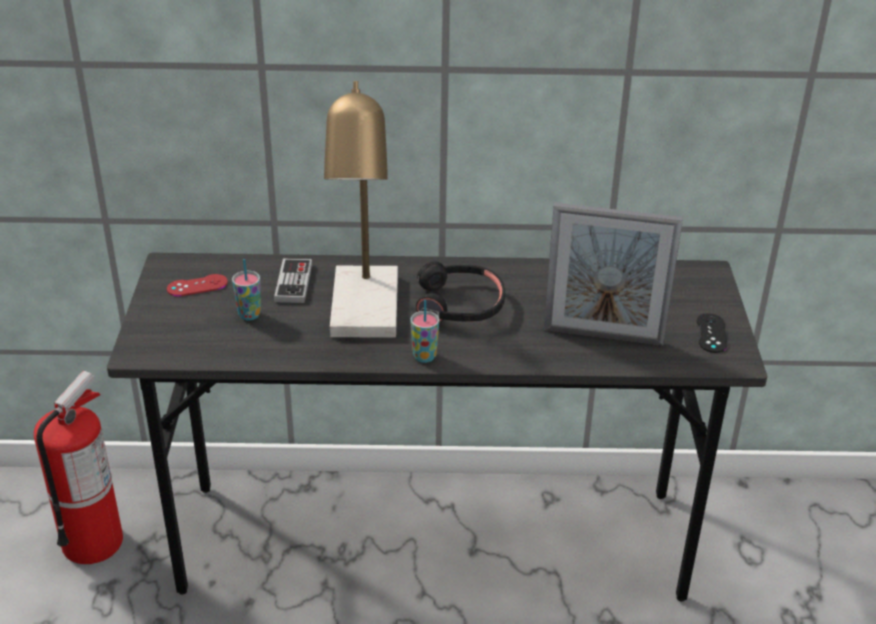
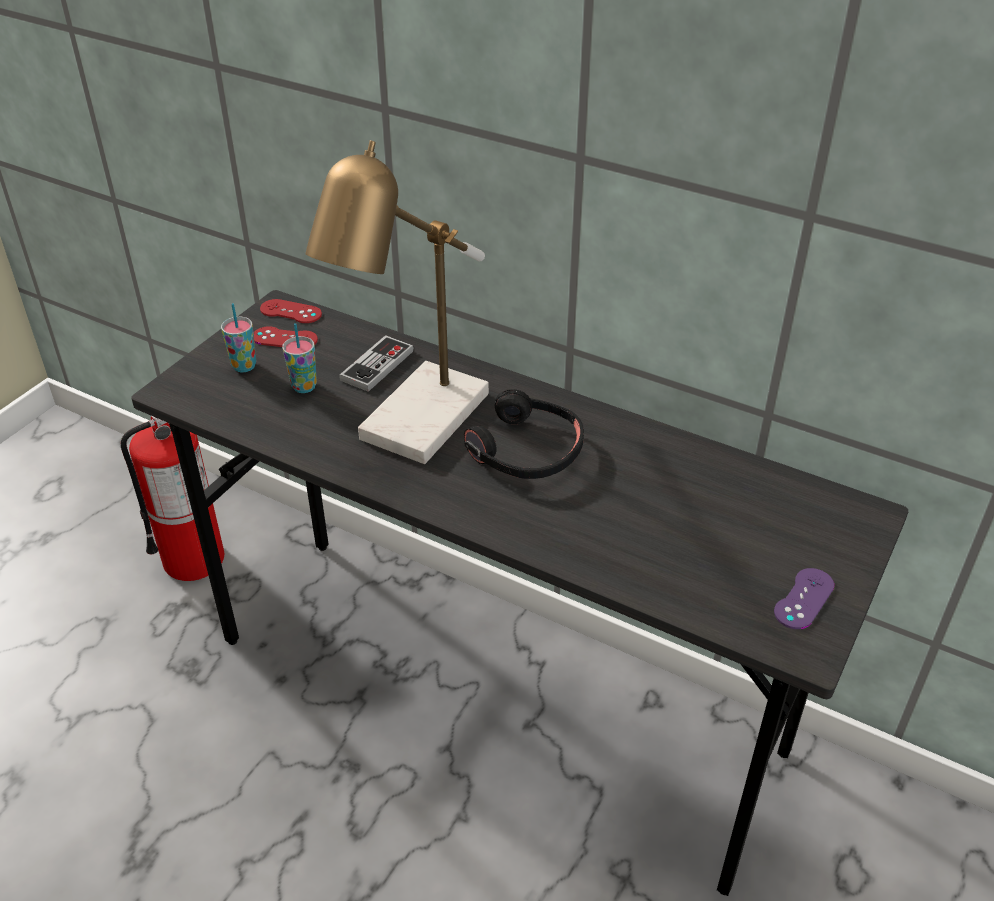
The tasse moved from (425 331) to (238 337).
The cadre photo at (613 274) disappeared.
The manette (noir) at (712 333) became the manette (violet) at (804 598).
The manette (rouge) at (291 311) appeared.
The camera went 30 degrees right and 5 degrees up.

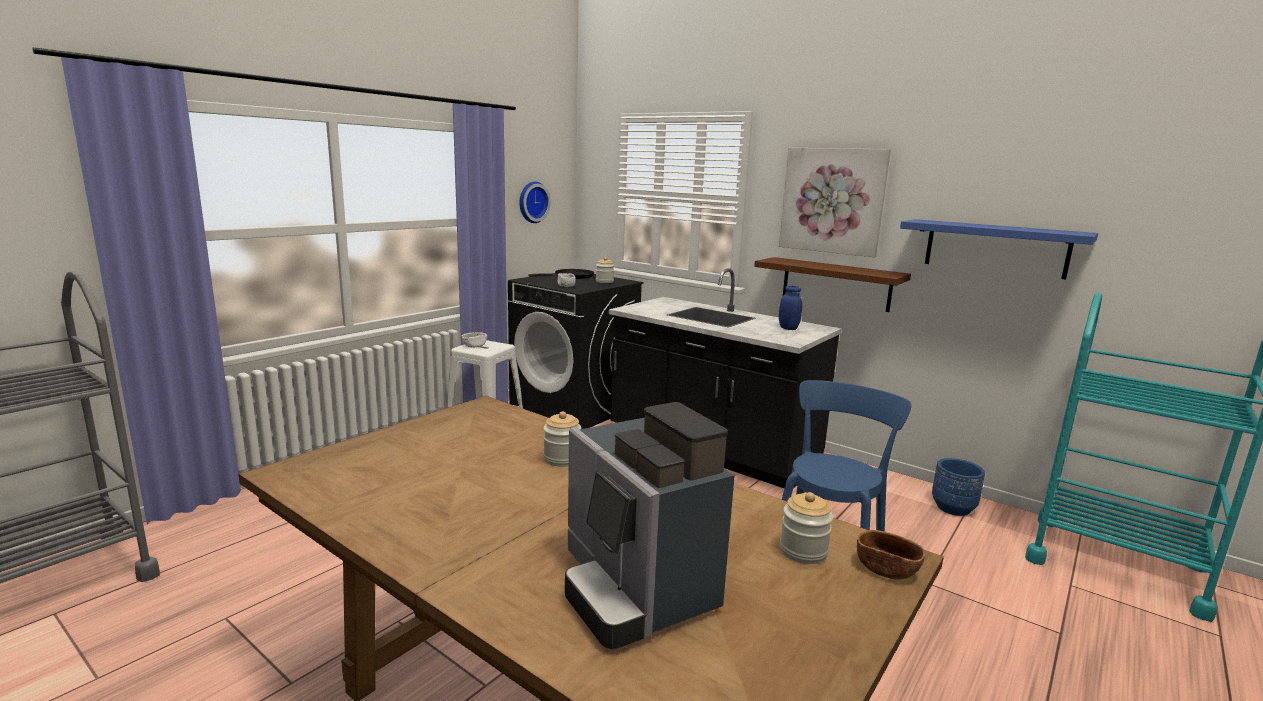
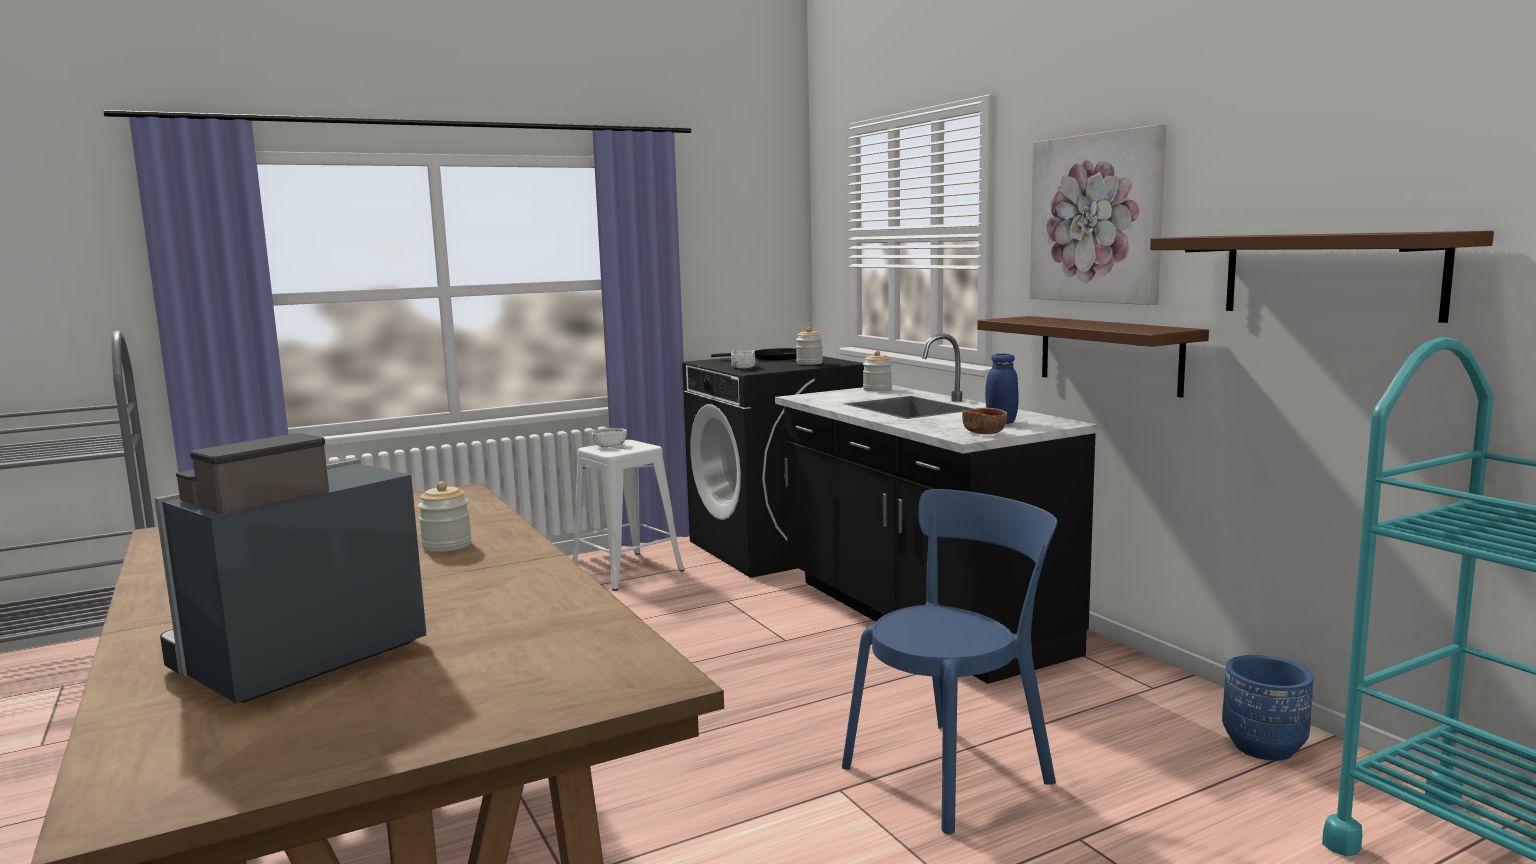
The horloge murale at (535 202) disappeared.
The machine à café at (650 525) turned 45 degrees clockwise.
The bocal moved from (806 528) to (877 371).
The bol (marron) moved from (891 555) to (985 421).
The étagère (bleu) at (999 249) became the étagère (marron) at (1322 277).
The camera went 25 degrees right and 5 degrees down.

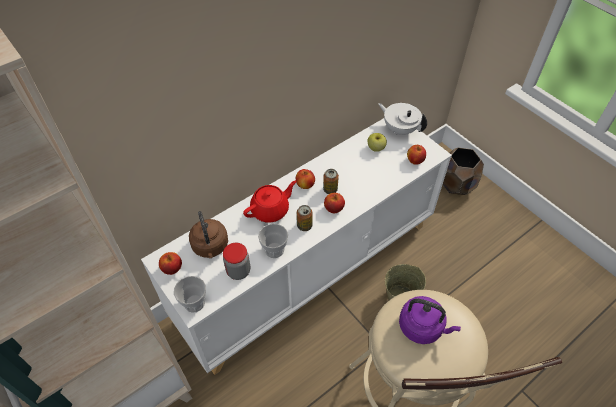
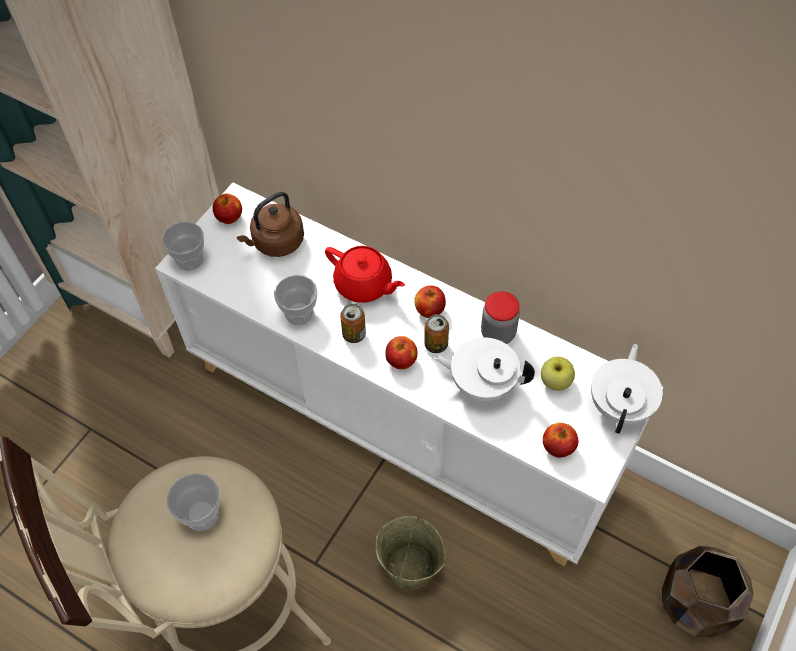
The bocal moved from (236 261) to (500 318).
The bouilloire (violet) at (430 320) was replaced by the tasse at (193 502).
The théière (blanc) at (483 369) appeared.
The camera went 70 degrees right and 5 degrees up.

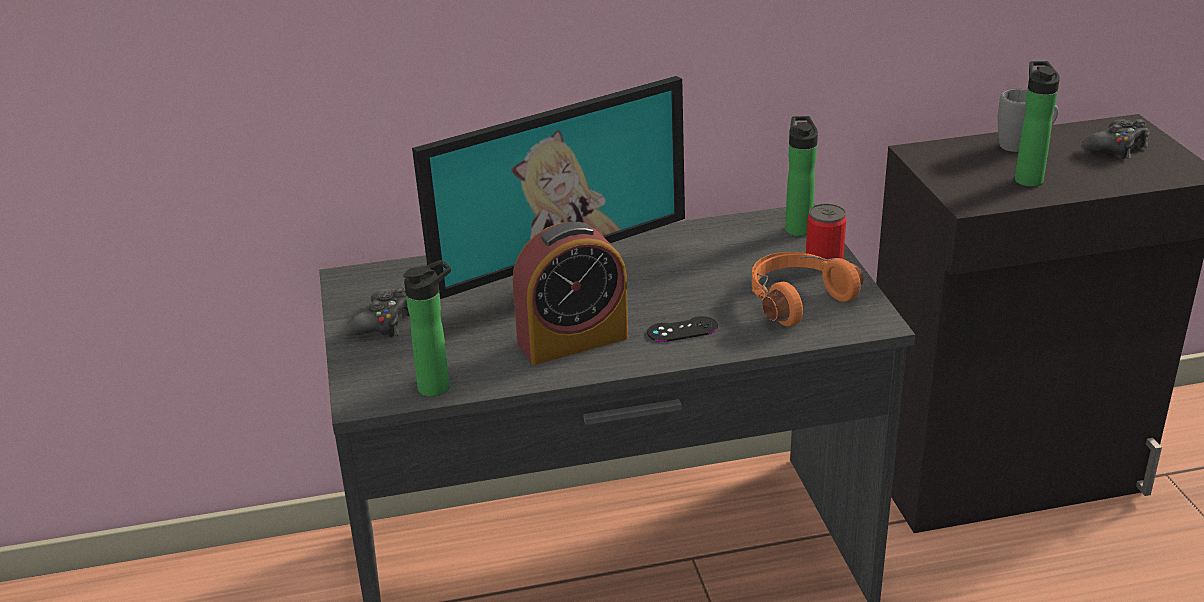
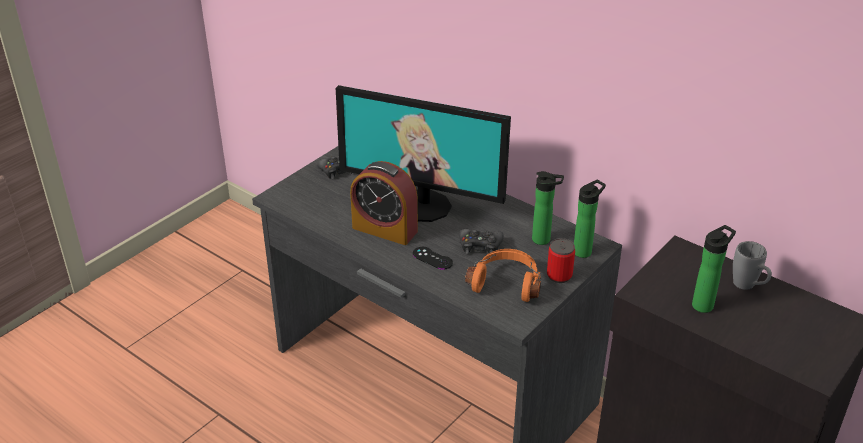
The bouteille moved from (427 328) to (548 208).
The manette (noir) moved from (1115 139) to (481 241).
The camera went 50 degrees right and 5 degrees up.

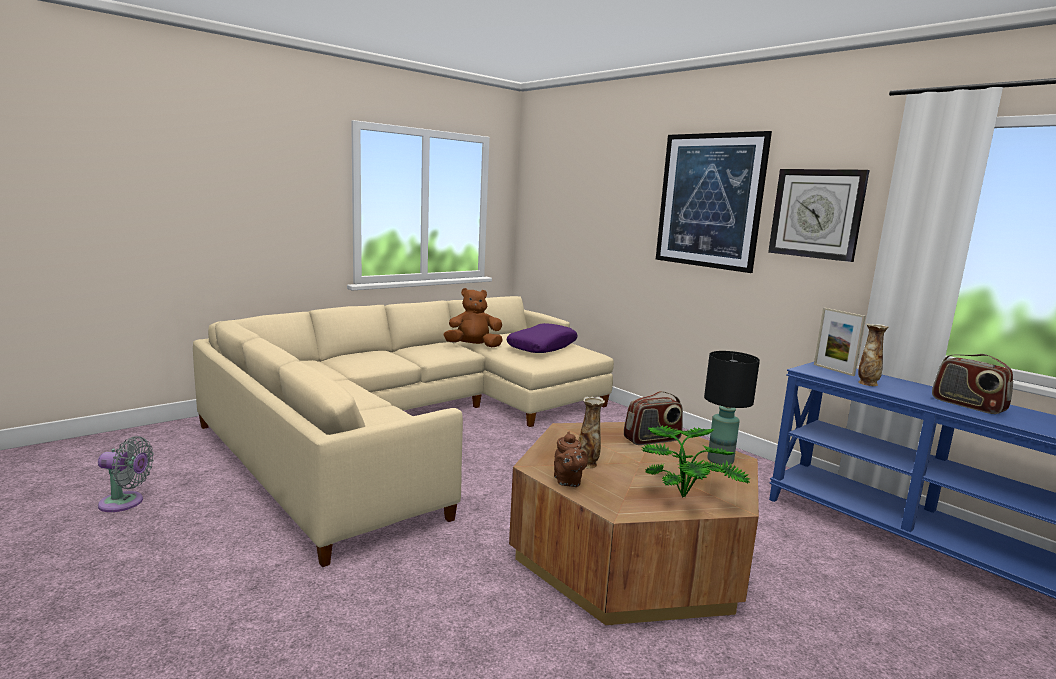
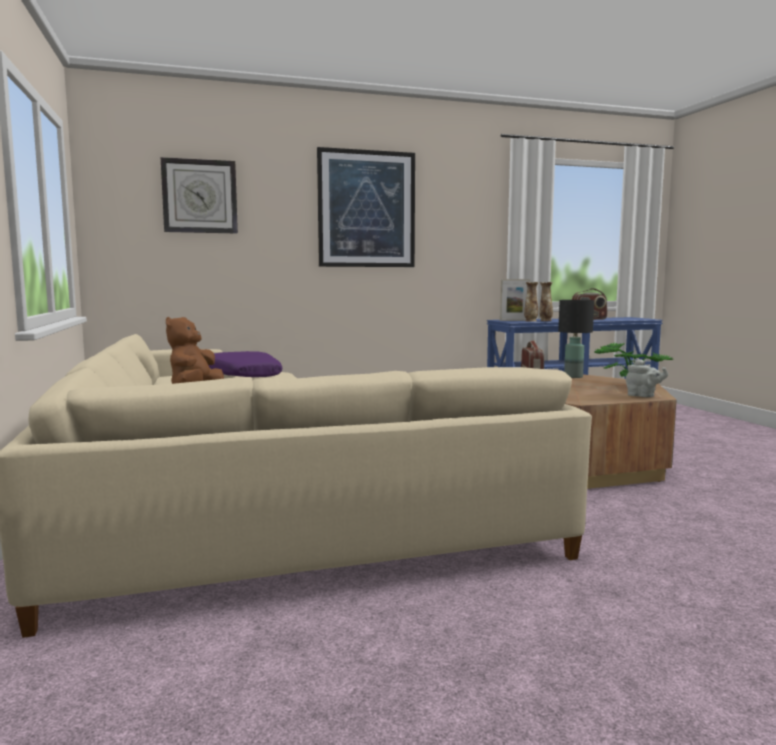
The ventilateur (gris) at (126 474) disappeared.
The théière (marron) at (571 459) disappeared.
The vase moved from (592 432) to (531 302).
The horloge murale moved from (819 215) to (199 195).
The théière (gris) at (647 378) appeared.
The camera went 65 degrees left and 5 degrees down.

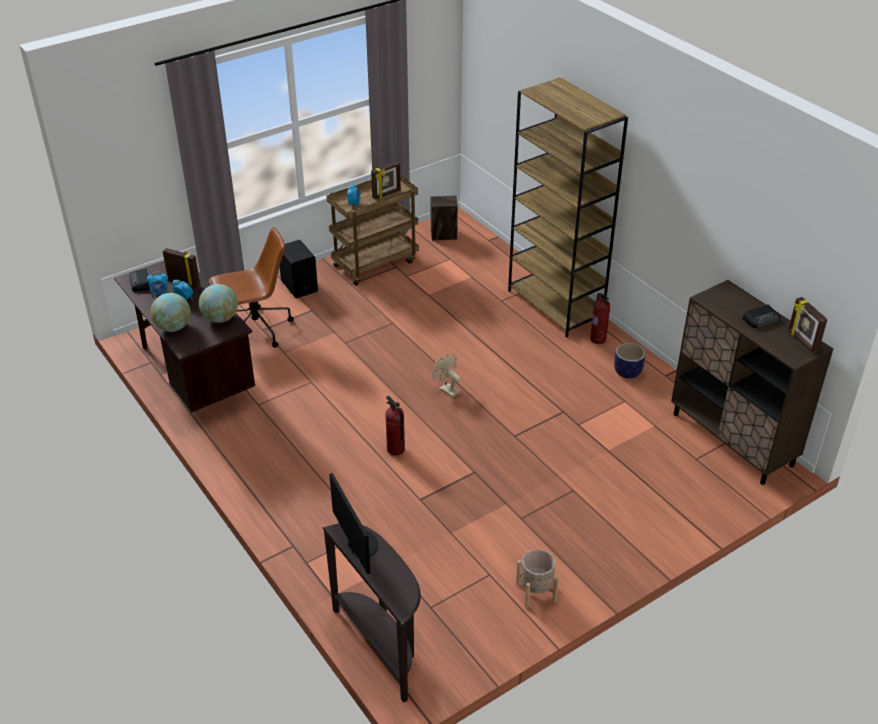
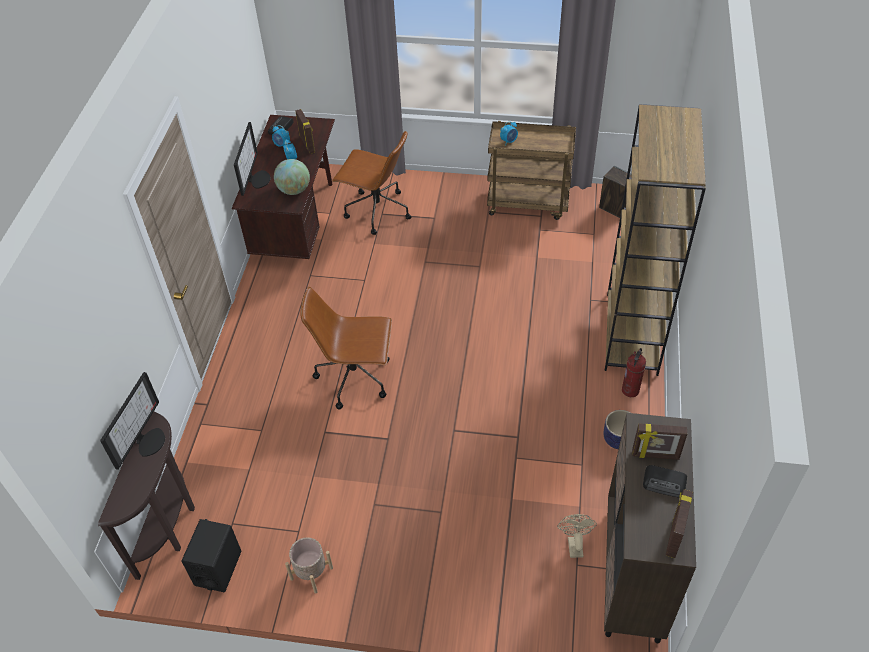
The globe at (171 312) was replaced by the écran d'ordinateur at (252 159).
The enceinte (noir) moved from (299 269) to (211 555).
The cadre photo moved from (386 180) to (659 441).
The extincteur at (395 425) was replaced by the chaise de bureau (marron) at (346 348).
The ventilateur (beige) moved from (446 375) to (577 536).
The camera went 45 degrees right and 10 degrees up.

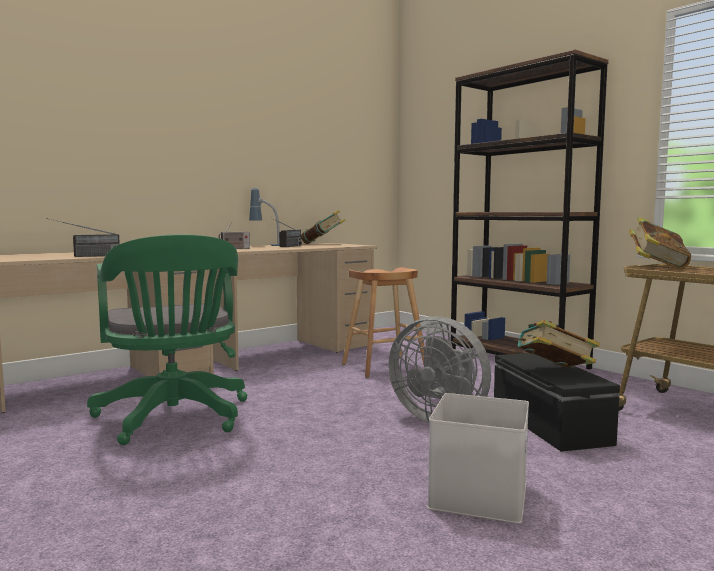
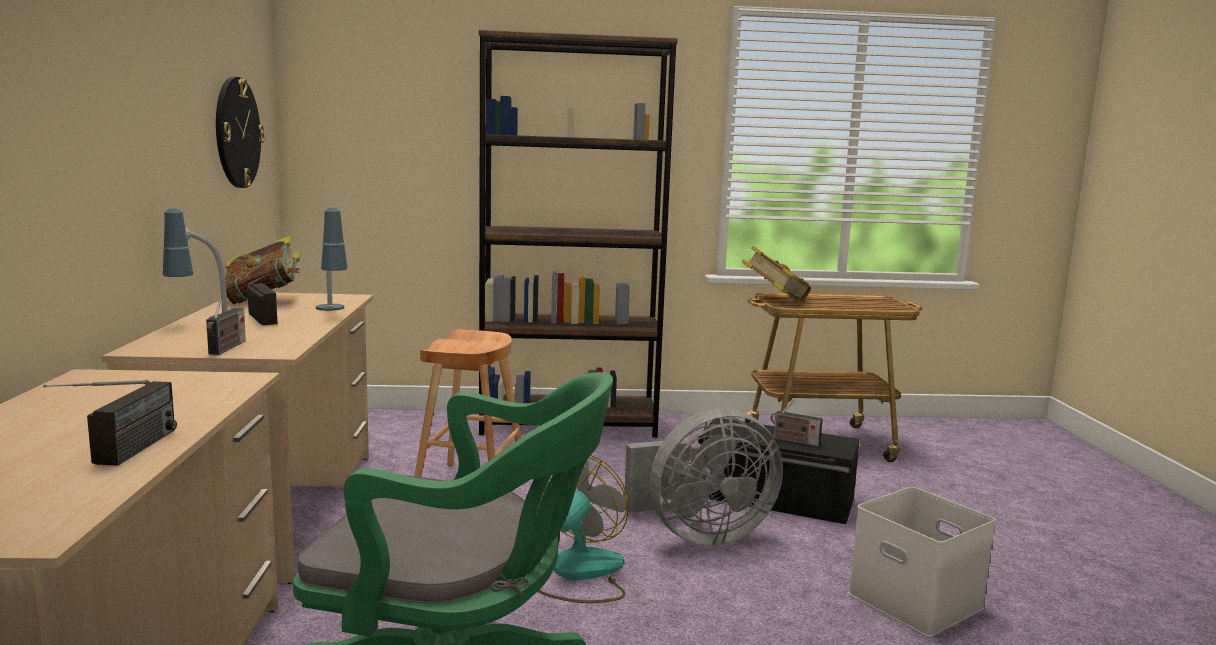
The livre at (557 343) was replaced by the radio at (797 423).
The horloge murale at (240 132) appeared.
The lampe de table at (331 259) appeared.
The ventilateur at (582 529) appeared.
The camera went 55 degrees left and 5 degrees up.

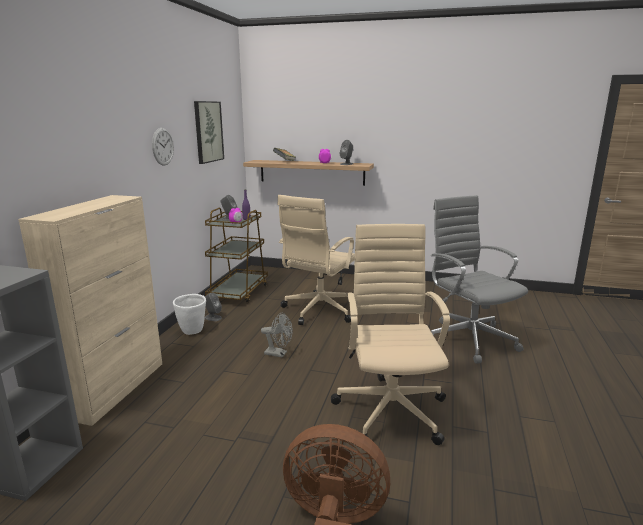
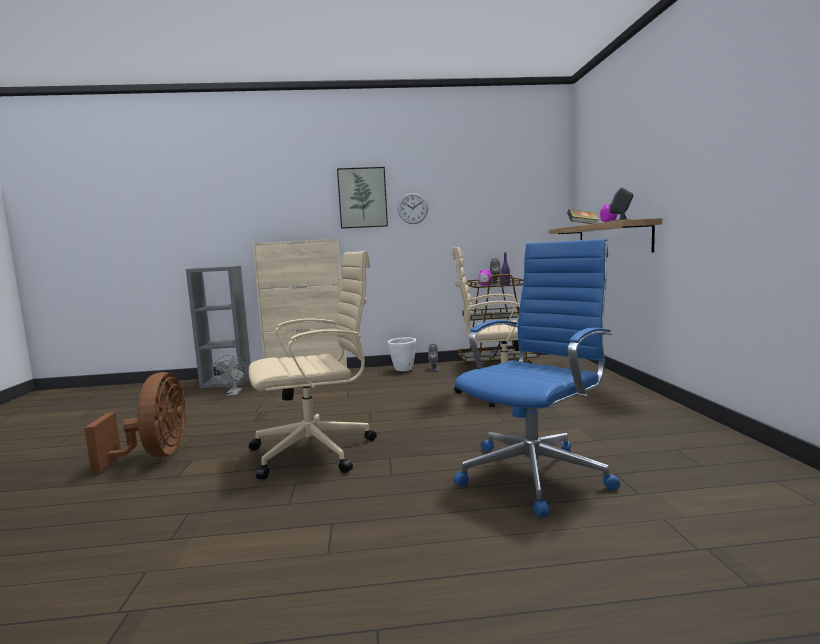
The tableau moved from (209 132) to (362 198).
The ventilateur (gris) moved from (277 335) to (229 375).
The chaise de bureau (gris) at (479 279) became the chaise de bureau (bleu) at (536 378).
The camera went 70 degrees right and 10 degrees down.

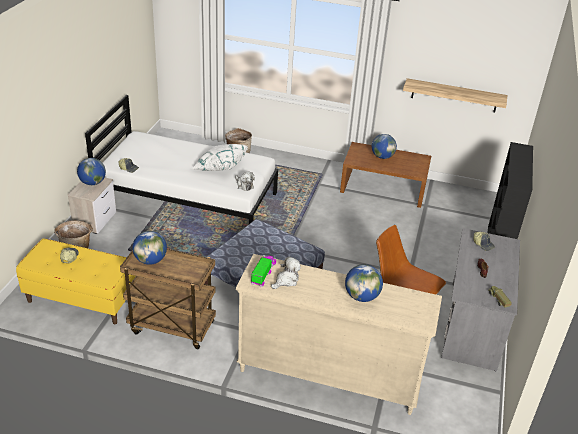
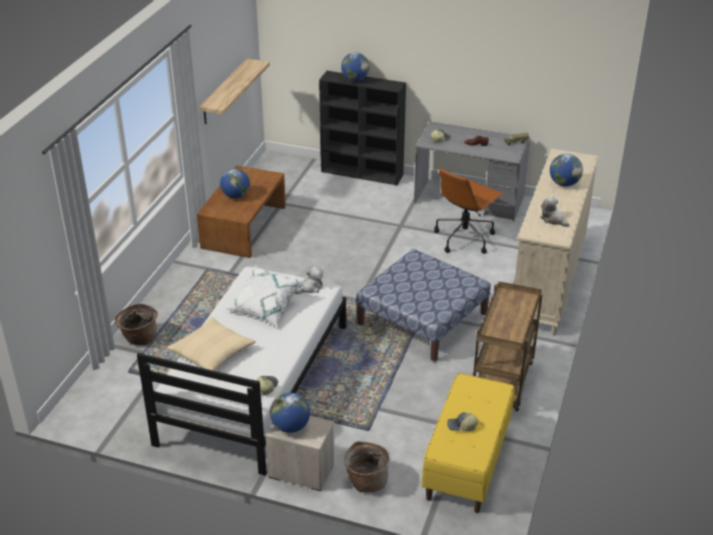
The globe moved from (149 248) to (355 67).
The camion jouet at (263 271) disappeared.
The coussin (beige) at (211 344) appeared.
The camera went 85 degrees left and 0 degrees up.

